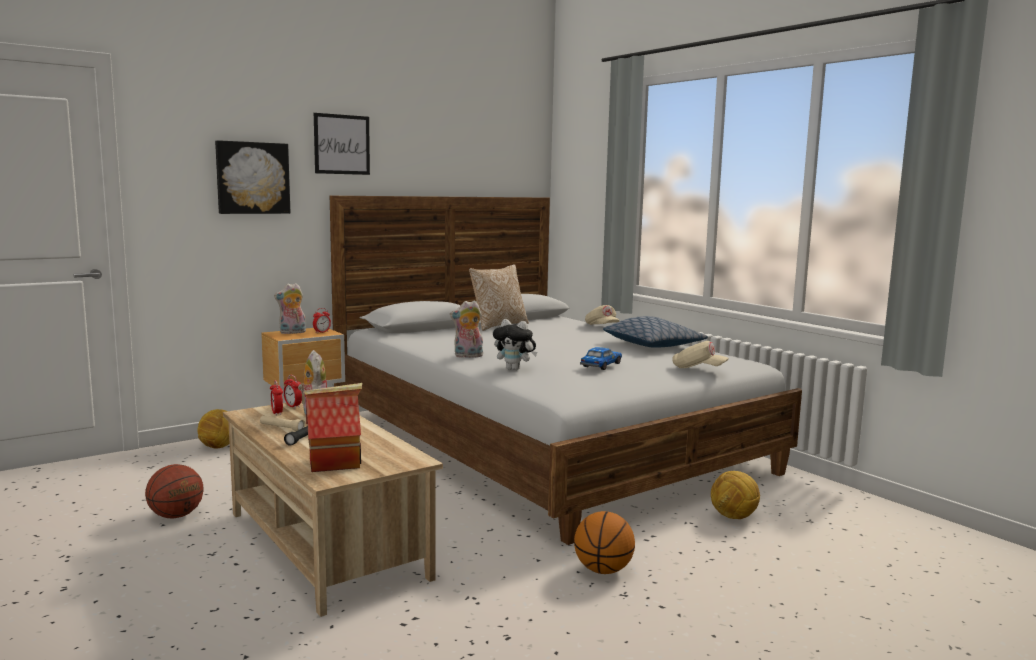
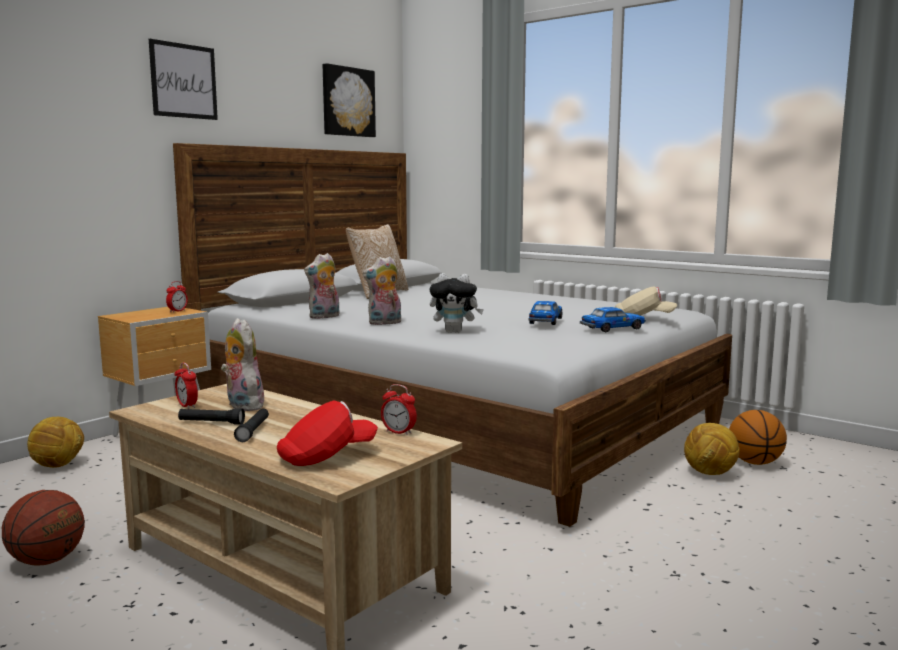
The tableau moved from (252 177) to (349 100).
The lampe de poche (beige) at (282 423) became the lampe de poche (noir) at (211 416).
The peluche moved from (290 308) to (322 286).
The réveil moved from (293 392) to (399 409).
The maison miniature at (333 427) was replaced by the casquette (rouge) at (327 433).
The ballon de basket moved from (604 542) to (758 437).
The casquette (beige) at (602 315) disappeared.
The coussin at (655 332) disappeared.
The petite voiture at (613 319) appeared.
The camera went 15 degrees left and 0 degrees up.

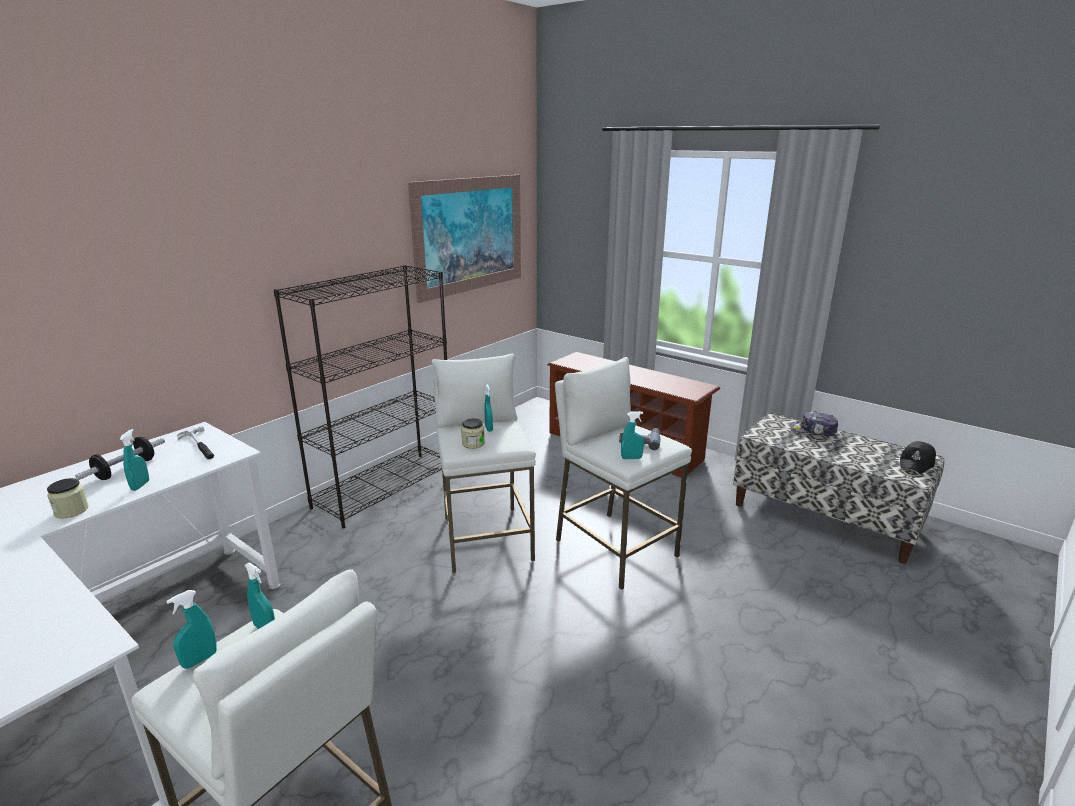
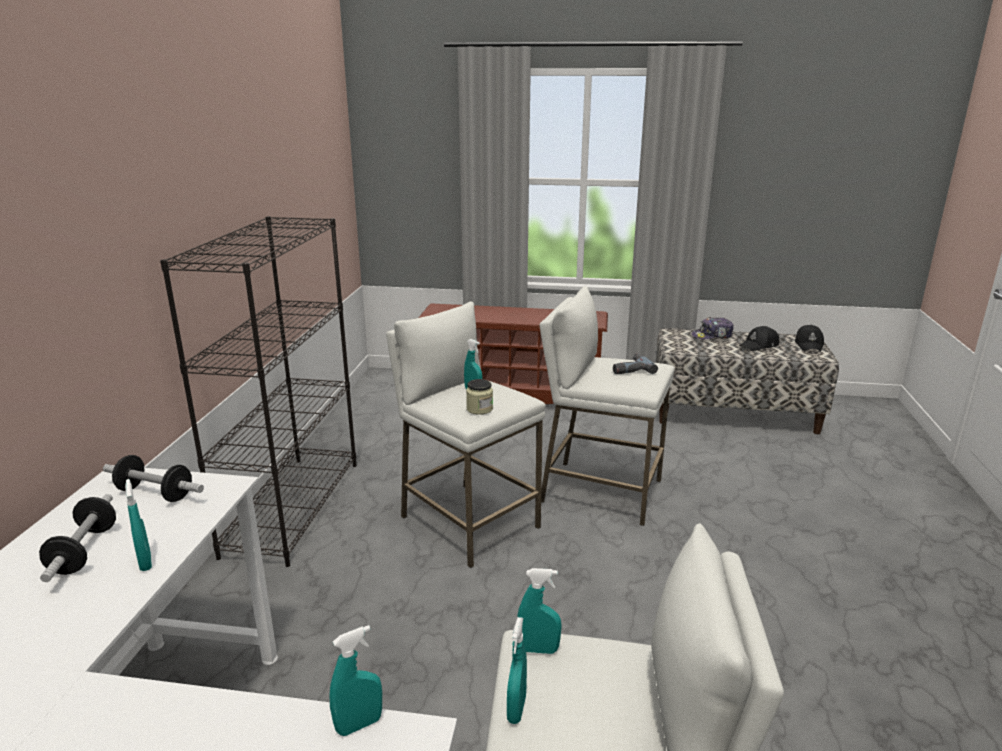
The bocal at (68 498) disappeared.
The marteau at (195 442) was replaced by the haltère at (153 478).
The tableau at (464 239) disappeared.
The vaporisateur (turquoise) moved from (632 435) to (355 680).
The casquette (noir) at (759 338) appeared.
The camera went 30 degrees left and 0 degrees up.

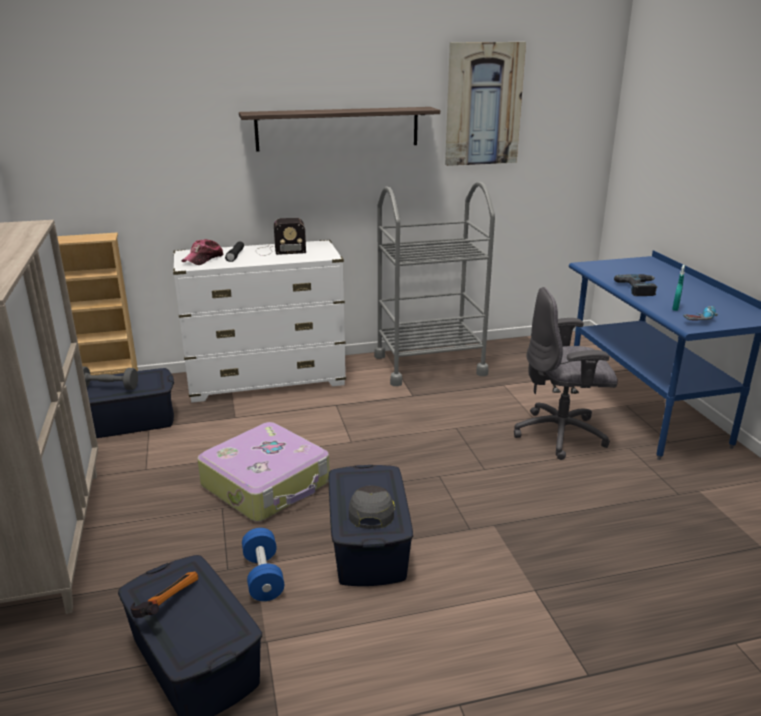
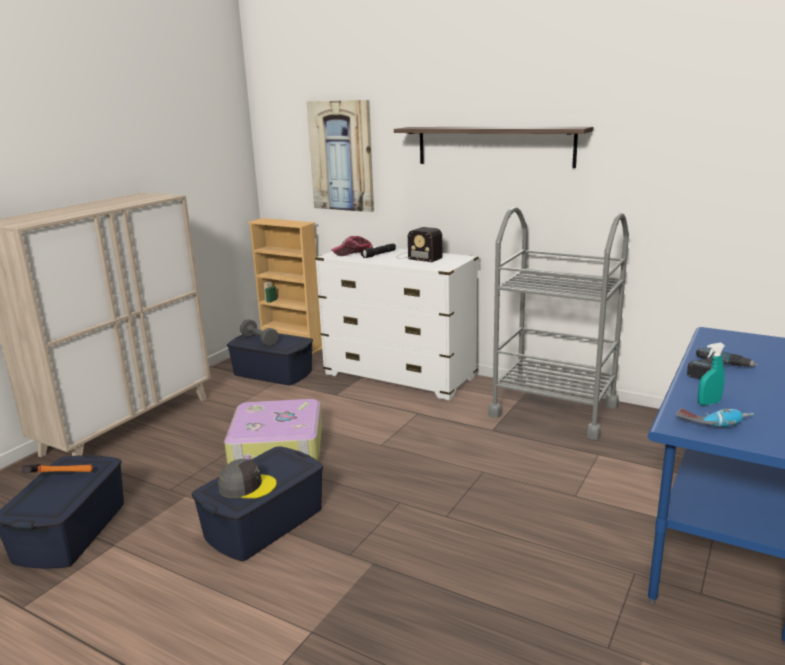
The haltère (bleu) at (263 564) disappeared.
The casquette (gris) at (371 507) turned 45 degrees clockwise.
The tableau moved from (485 104) to (340 156).
The chaise de bureau (gris) at (566 373) disappeared.
The camera went 45 degrees right and 5 degrees down.

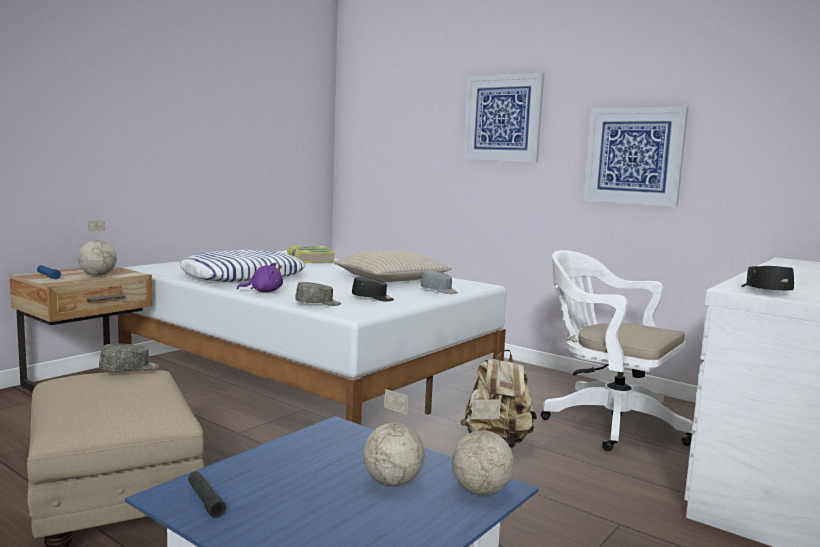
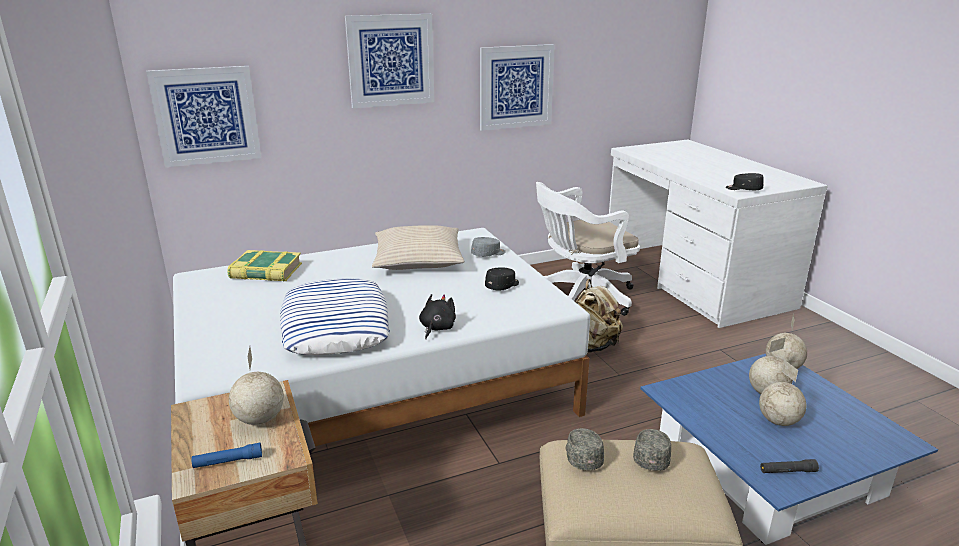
The peluche (violet) at (260 277) became the peluche (noir) at (437 316).
The casquette (gris) moved from (318 294) to (652 450).
The tableau at (203 116) appeared.
The globe at (782 393) appeared.
The camera went 60 degrees left and 15 degrees up.

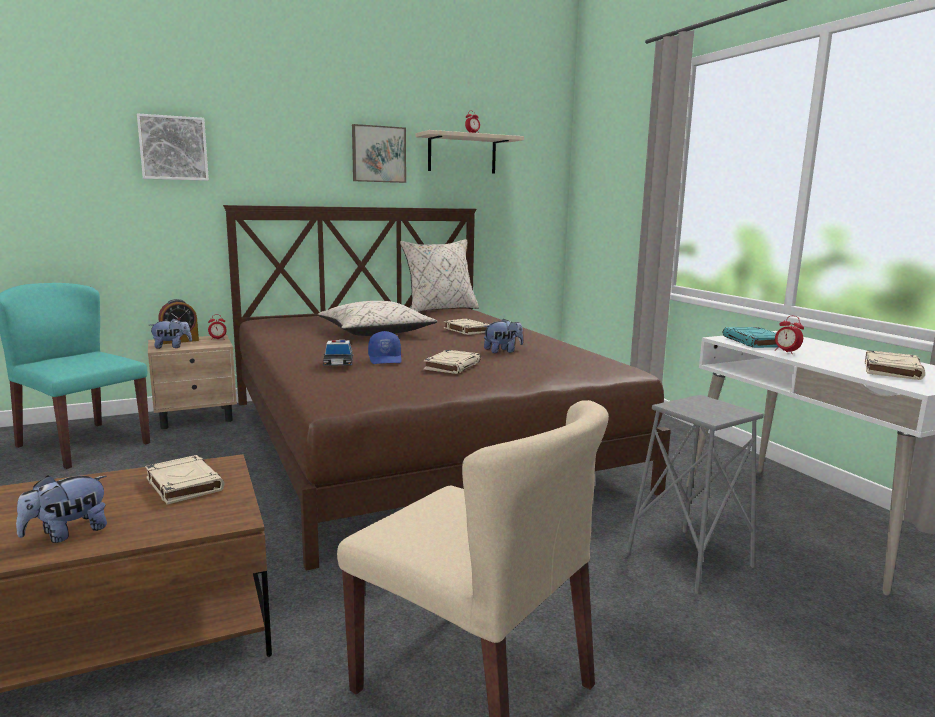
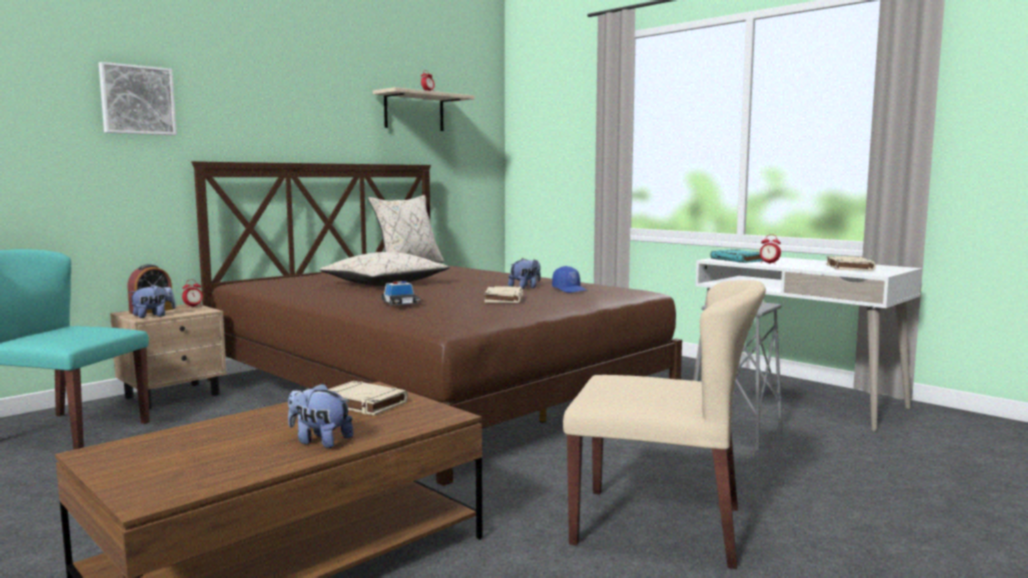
The peluche at (61 509) turned 90 degrees clockwise.
The tableau at (379 153) disappeared.
The casquette (bleu) moved from (384 347) to (570 279).
The livre (beige) at (467 326) disappeared.
The camera went 20 degrees left and 5 degrees down.

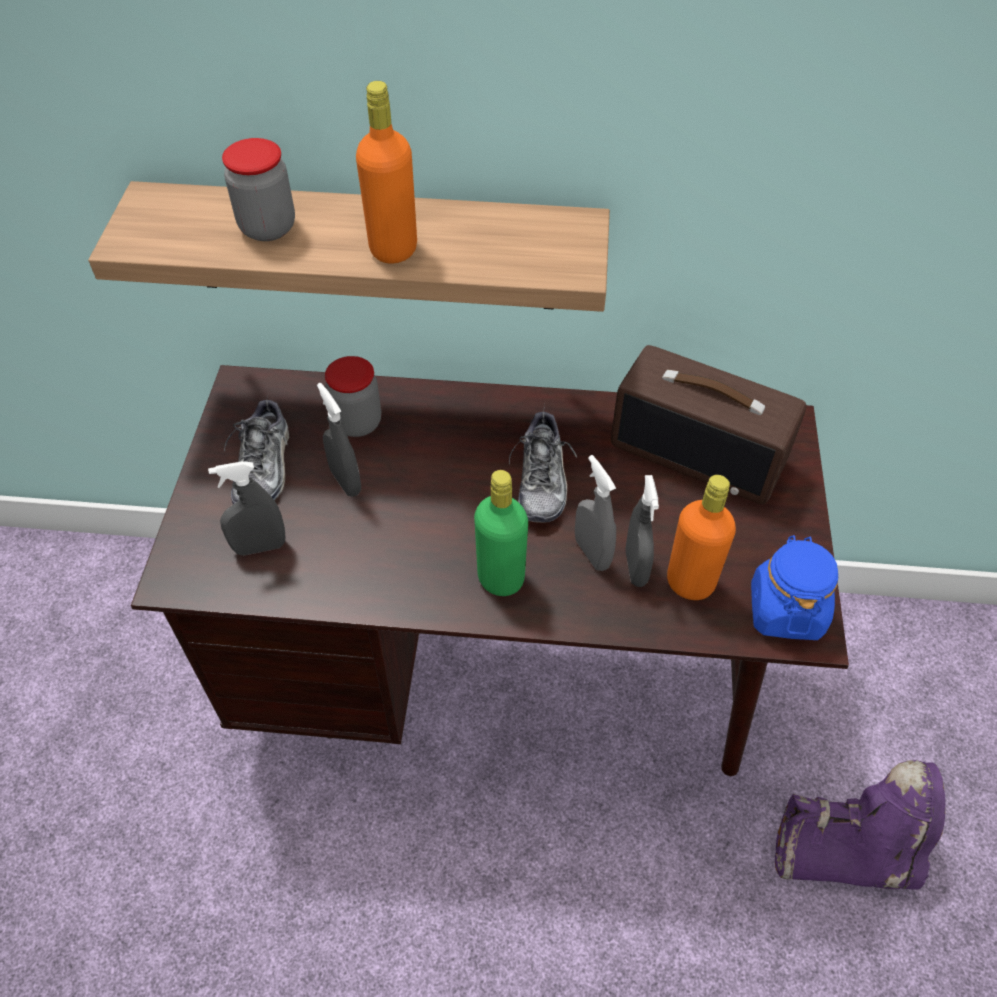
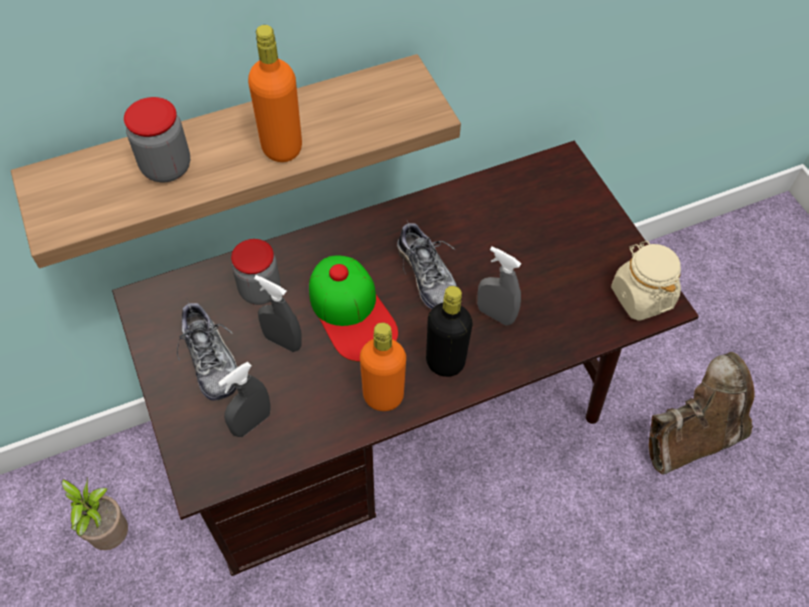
The bouteille (vert) at (501 533) became the bouteille (noir) at (449 331).
The radio at (708 424) disappeared.
The vaporisateur (gris) at (642 531) disappeared.
The bouteille (orange) moved from (701 537) to (383 367).
The bocal (bleu) at (794 587) became the bocal (beige) at (646 281).
The botte (violet) at (860 825) became the botte (marron) at (702 413).
The plante en pot at (94 512) appeared.
The casquette at (353 309) appeared.
The camera went 30 degrees left and 5 degrees up.

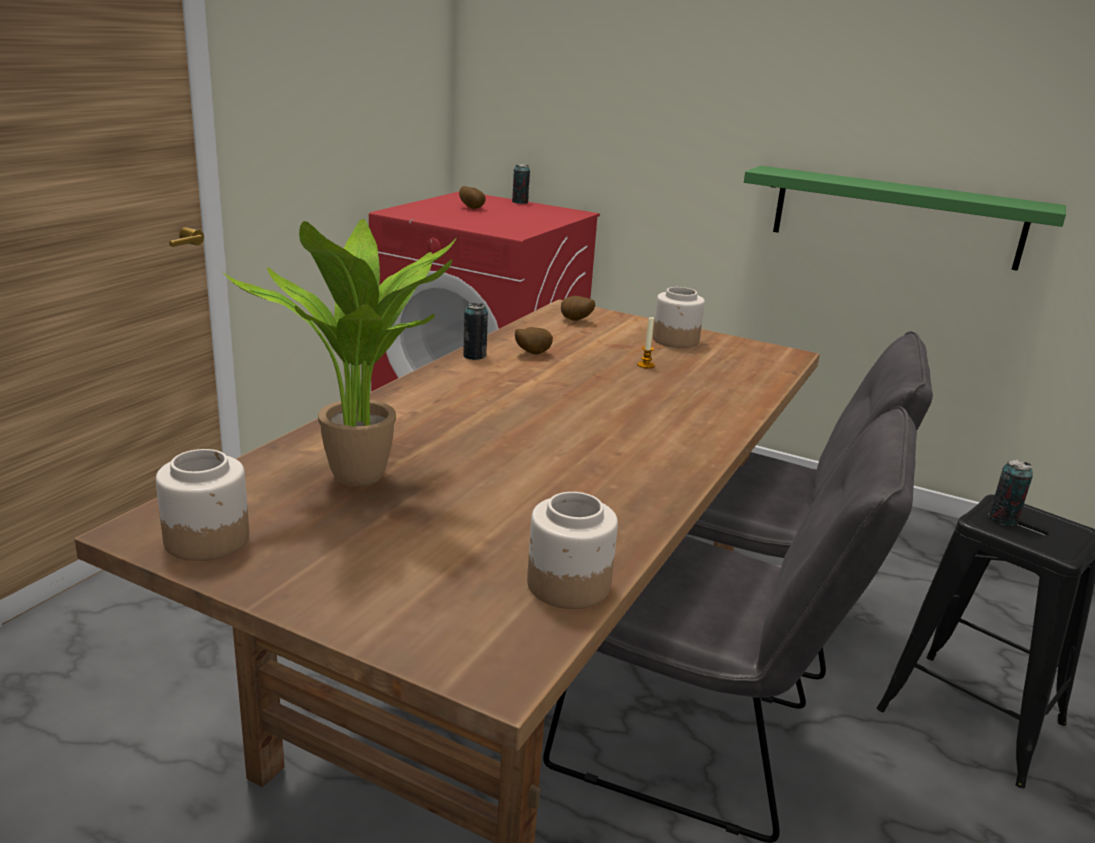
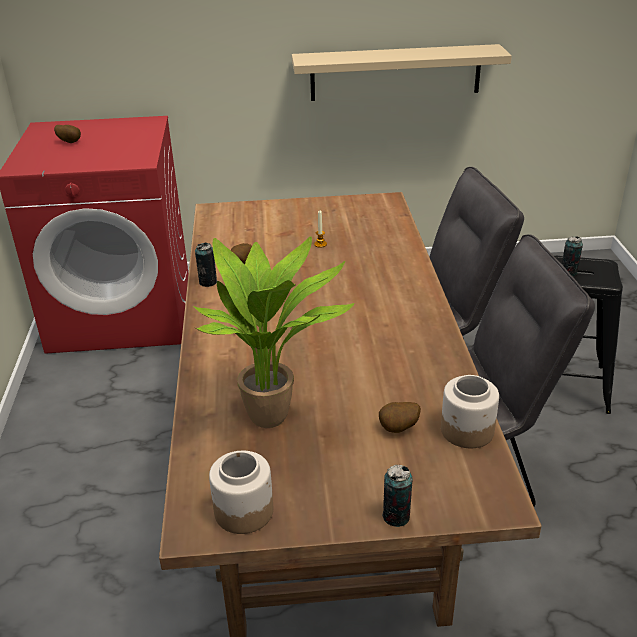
The boîte métallique moved from (521 184) to (397 496).
The pomme de terre moved from (578 308) to (400 417).
The bocal at (679 317) disappeared.
The étagère (vert) at (905 218) became the étagère (beige) at (402 72).
The camera went 30 degrees left and 10 degrees up.

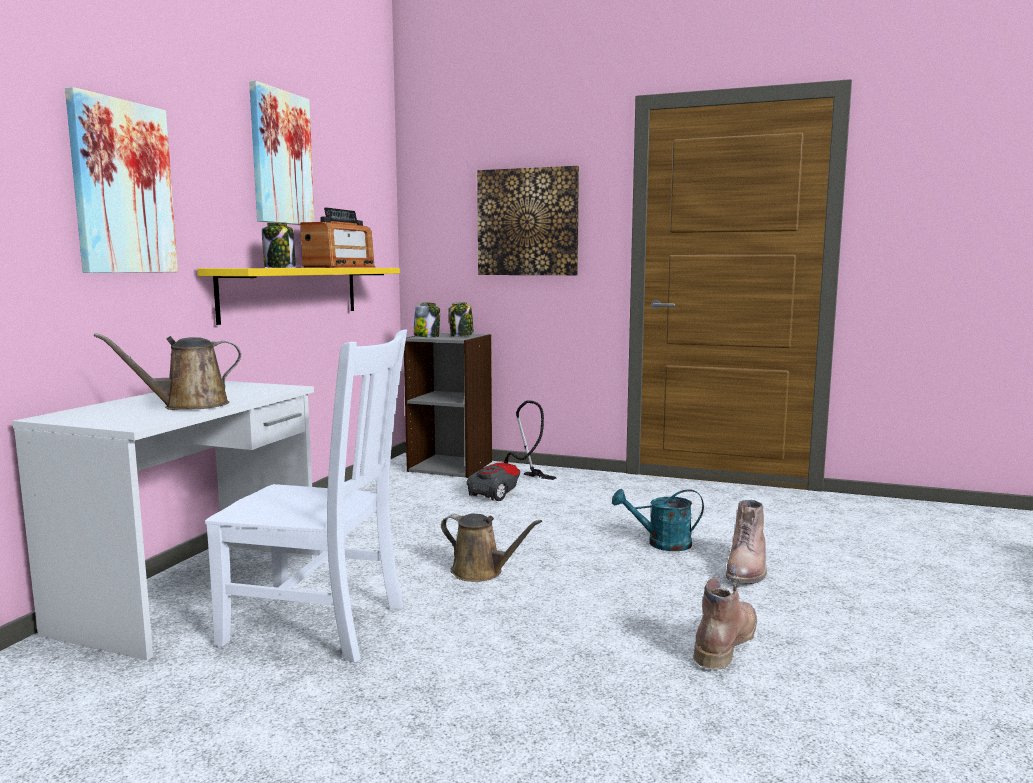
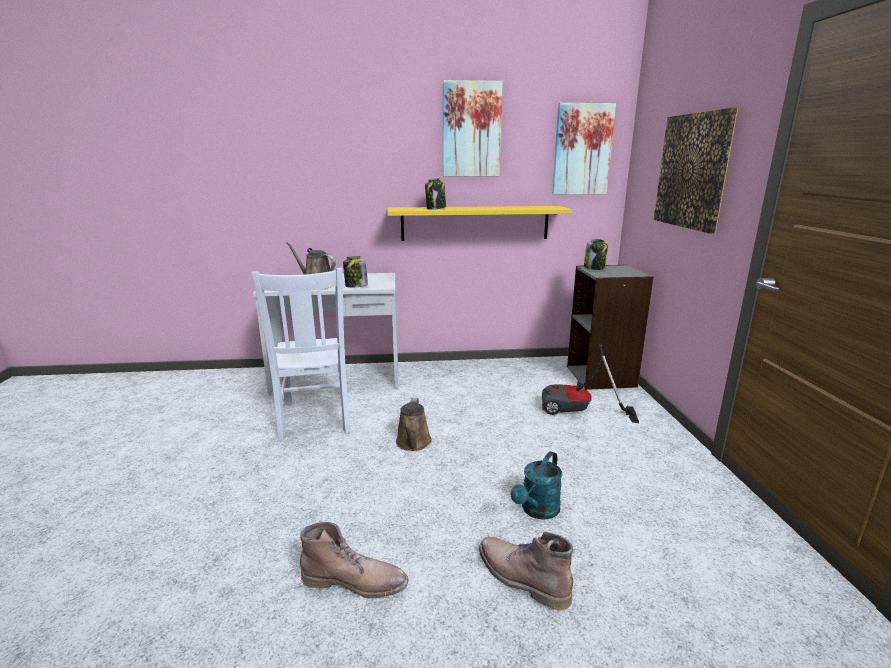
The tableau moved from (121 180) to (584 149).
The radio at (337 237) disappeared.
The bocal moved from (461 319) to (355 271).
The arrosoir (turquoise) at (658 520) turned 120 degrees counterclockwise.
The botte (marron) at (746 542) turned 45 degrees clockwise.
The camera went 65 degrees right and 10 degrees up.

